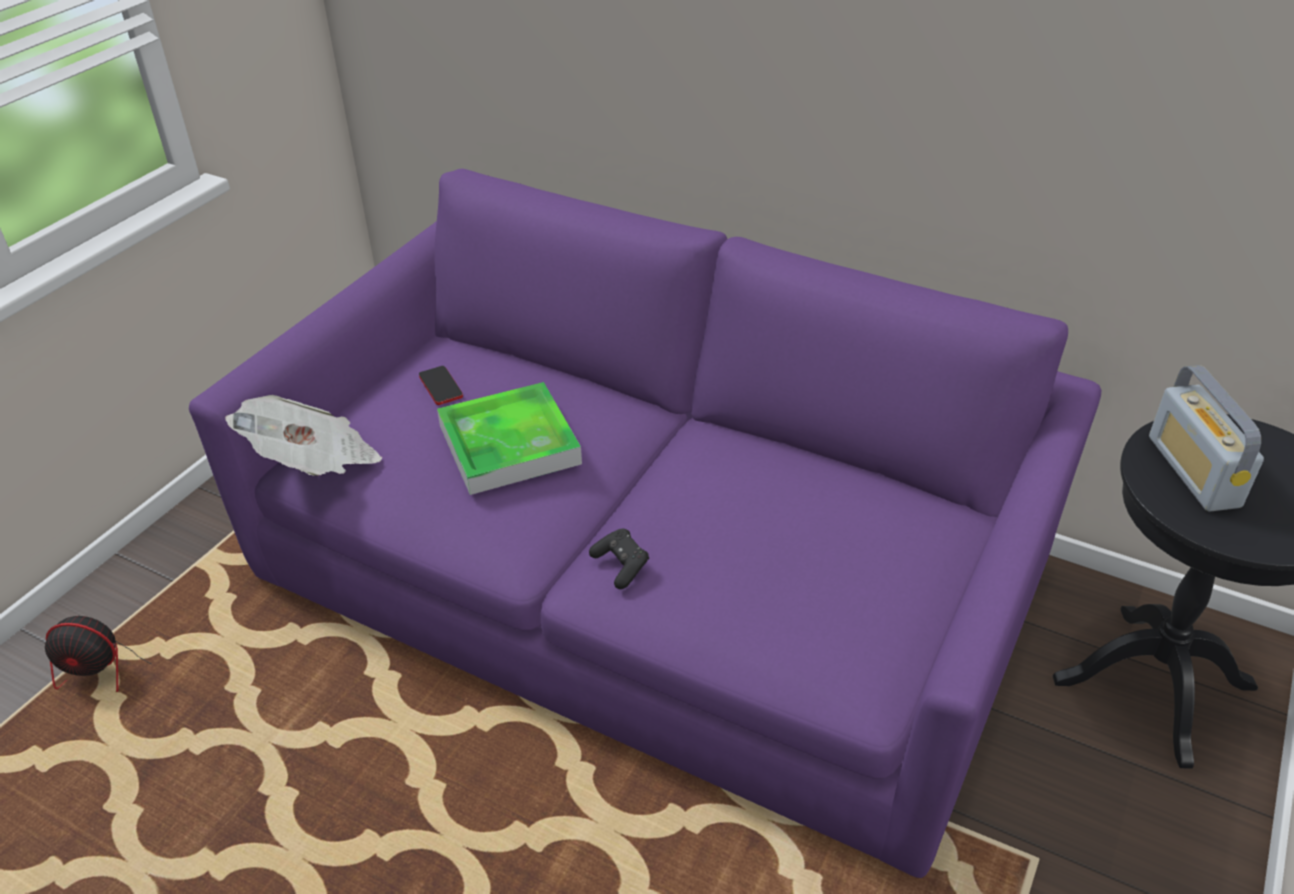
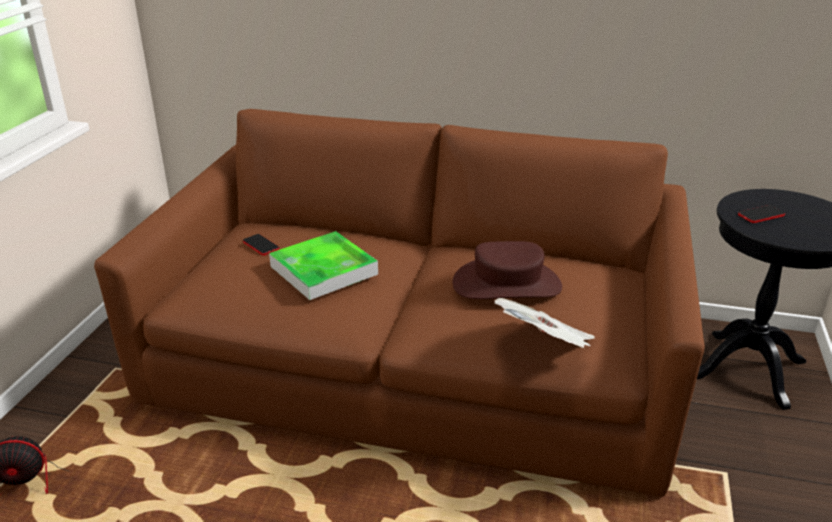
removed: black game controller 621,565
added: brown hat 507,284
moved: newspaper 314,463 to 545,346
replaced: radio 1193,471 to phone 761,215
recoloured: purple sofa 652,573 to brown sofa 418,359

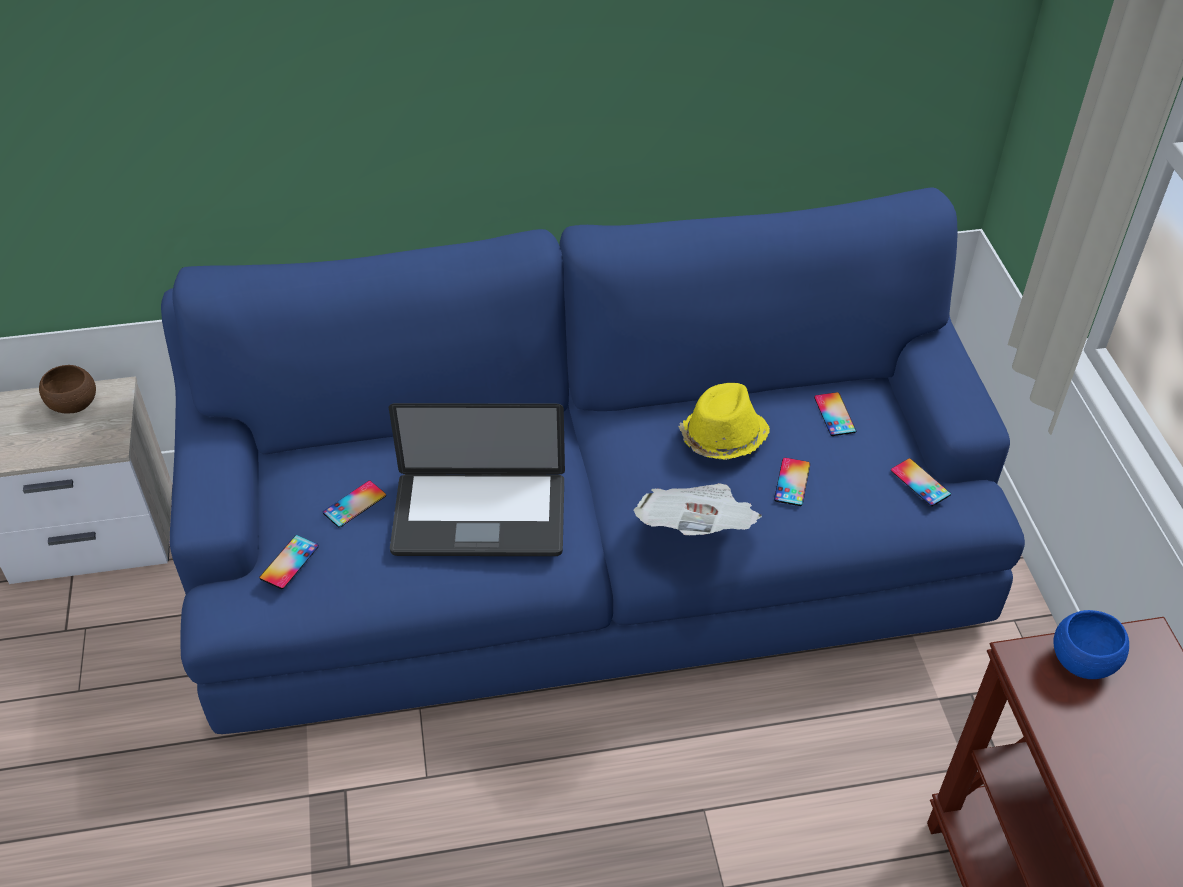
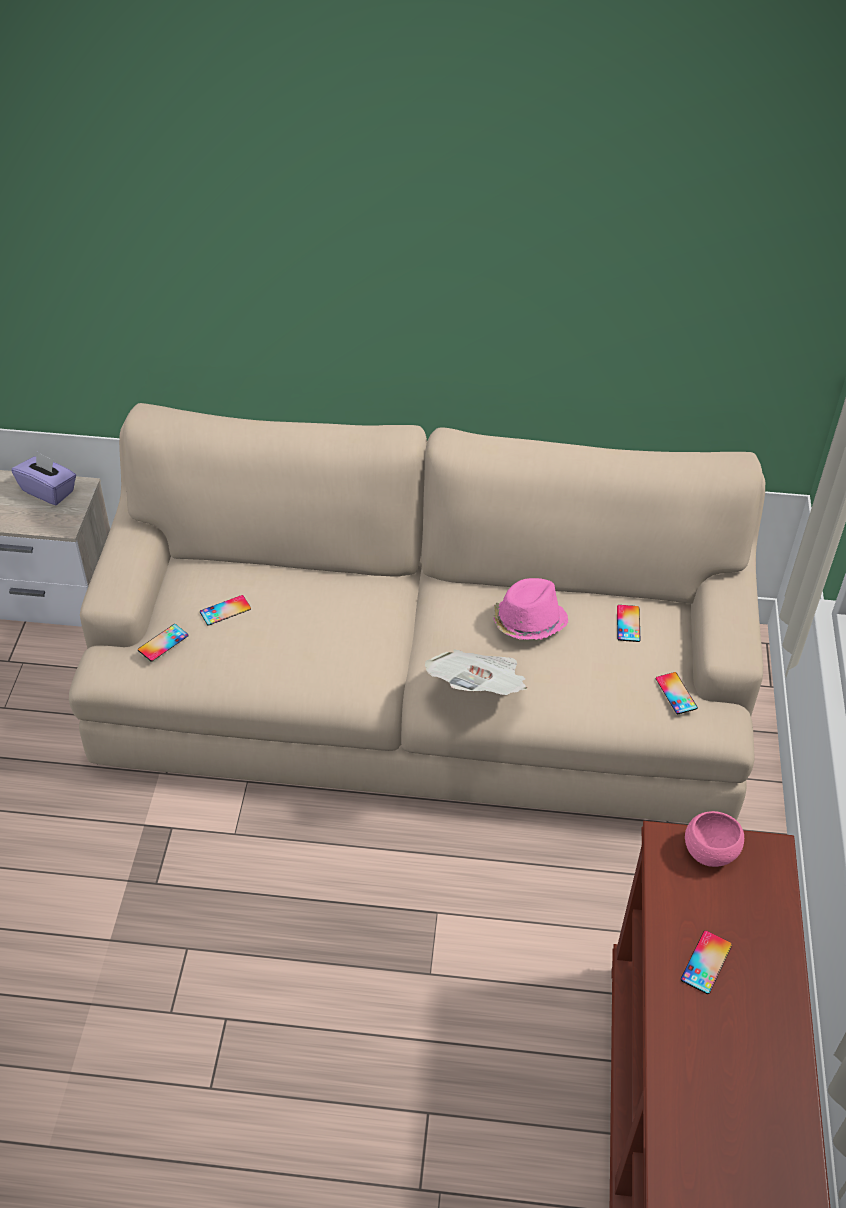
removed: laptop 479,517
moved: phone 792,482 to 706,962
replaced: brown bowl 74,405 to purple tissue box 49,491
recoloured: blue sofa 592,556 to beige sofa 421,697; yellow hat 722,438 to pink hat 528,622; blue bowl 1083,661 to pink bowl 710,852

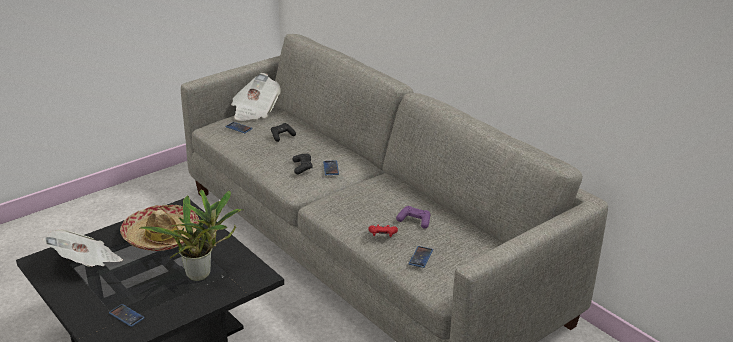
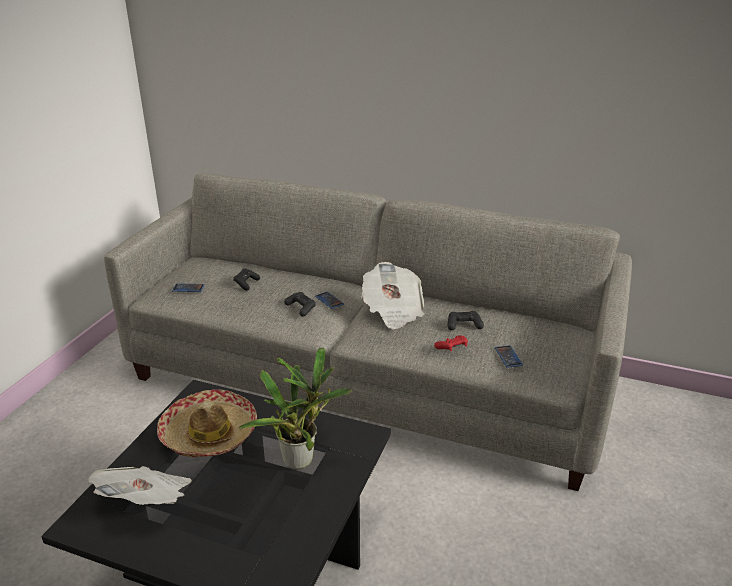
removed: phone 126,316
moved: newspaper 254,110 to 392,311
recoloured: purple game controller 414,221 to black game controller 464,325

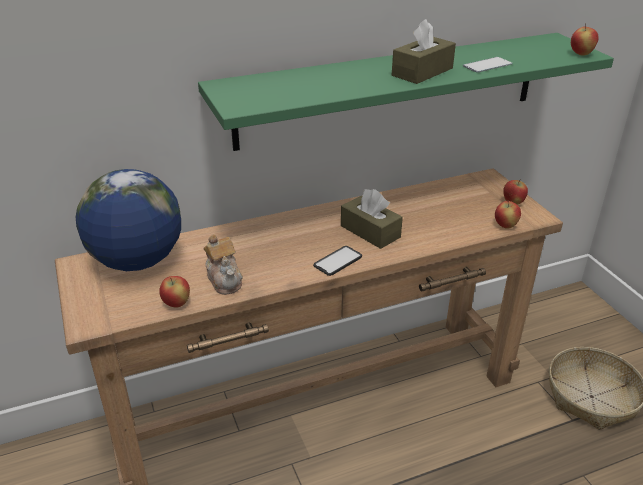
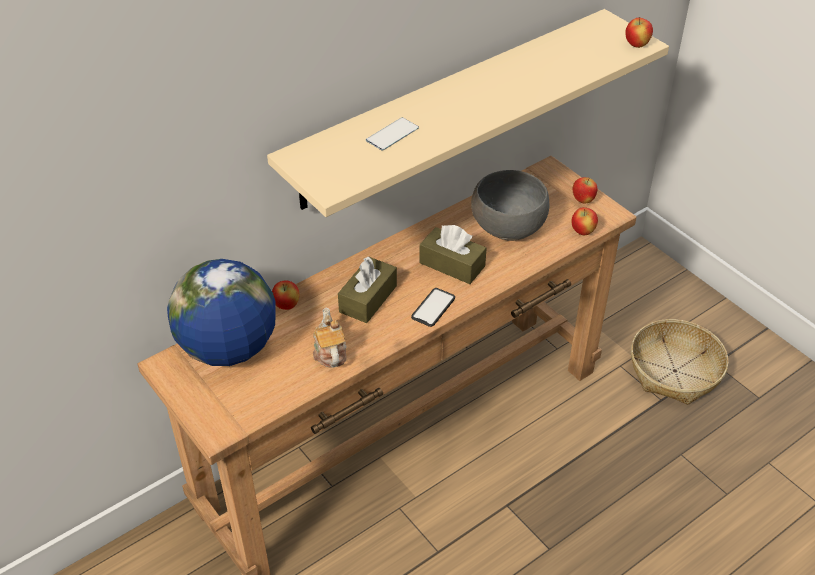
added: grey bowl 507,226
moved: apple 177,304 to 287,305; brown tissue box 422,72 to 368,299; phone 487,65 to 392,134
recoloured: green shelf 391,89 to beige shelf 449,108
turned: teapot 225,279 = 329,352 150 degrees counterclockwise

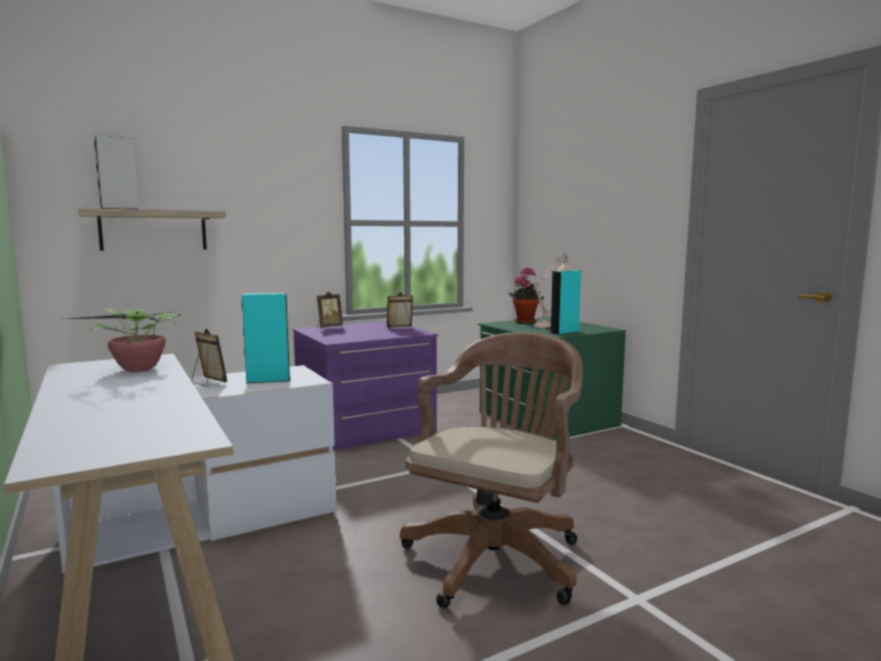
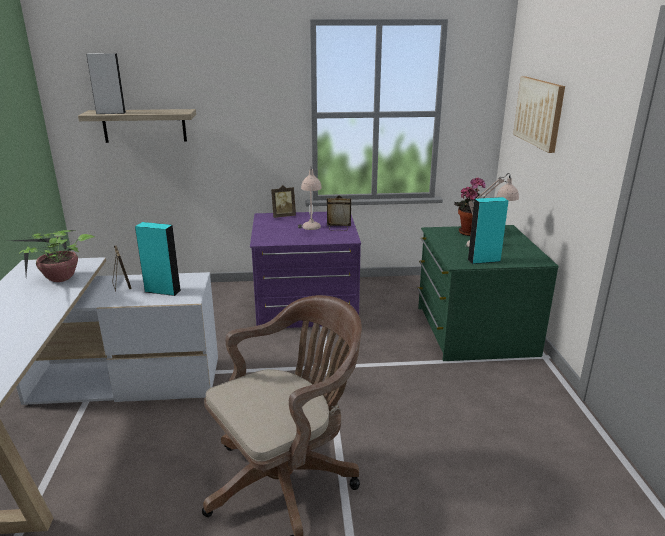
added: beige table lamp 311,230; picture 539,112

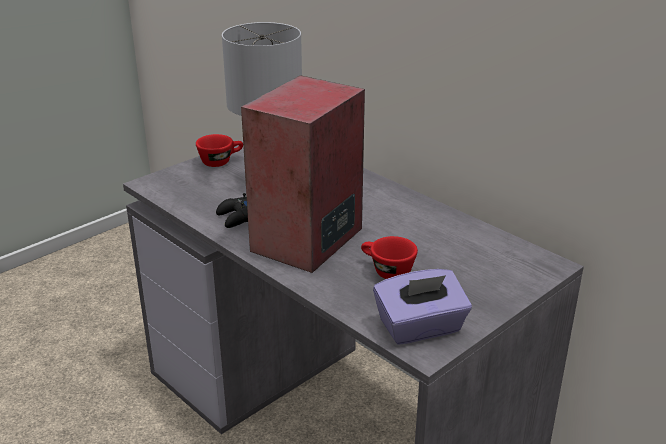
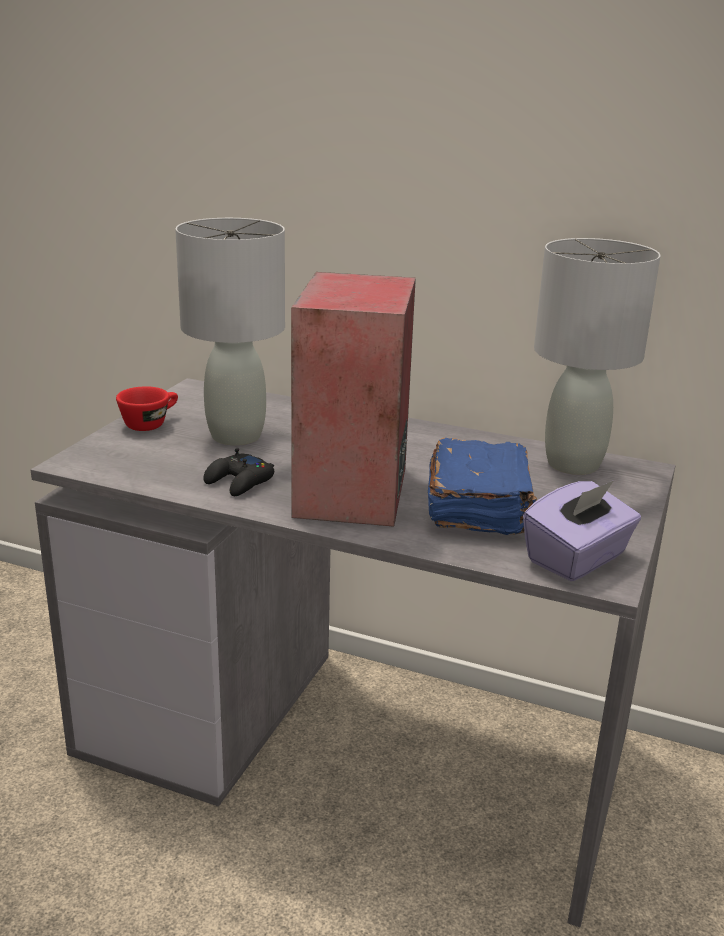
added: grey table lamp 572,464
replaced: red cup 386,271 to blue book 479,508

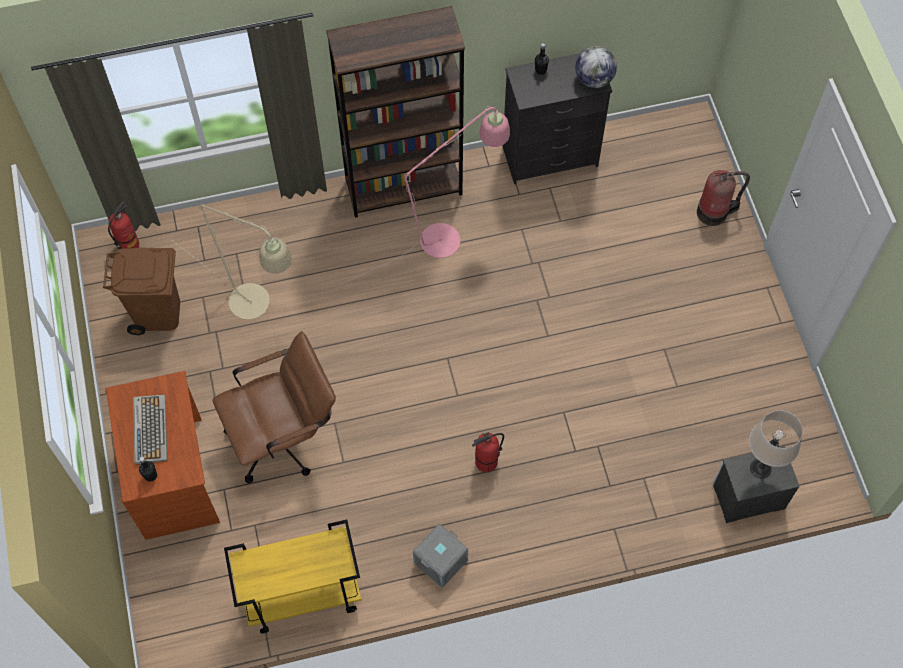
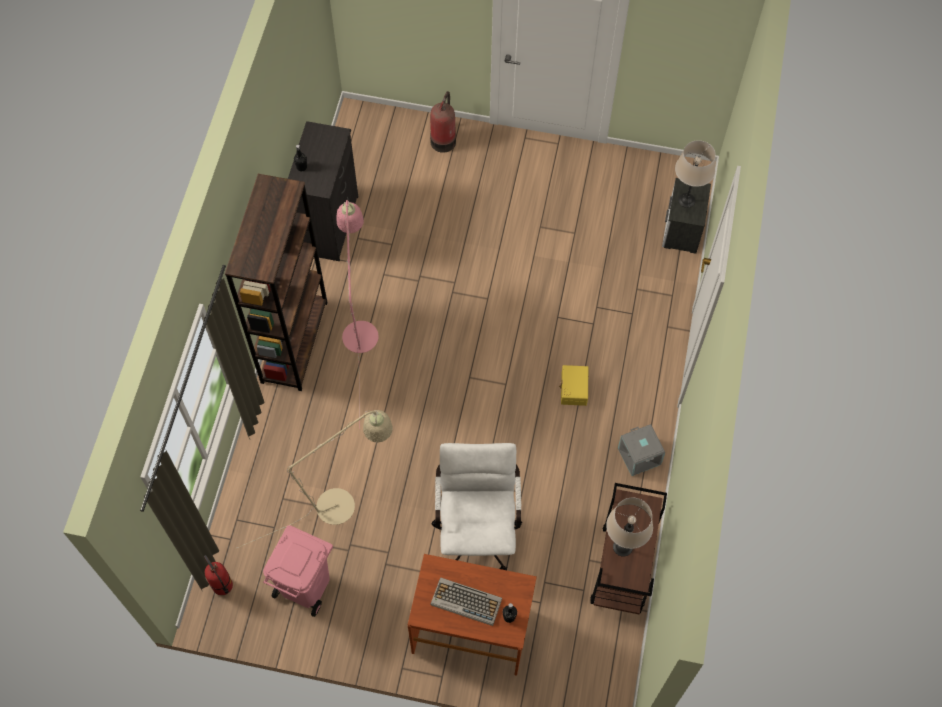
removed: globe 594,79
added: beige table lamp 622,546
replaced: fire extinguisher 486,462 to yellow storage box 573,388
recoloured: brown trash can 158,314 to pink trash can 306,586; brown office chair 284,437 to white office chair 477,528; yellow cart 302,596 to brown cart 622,570

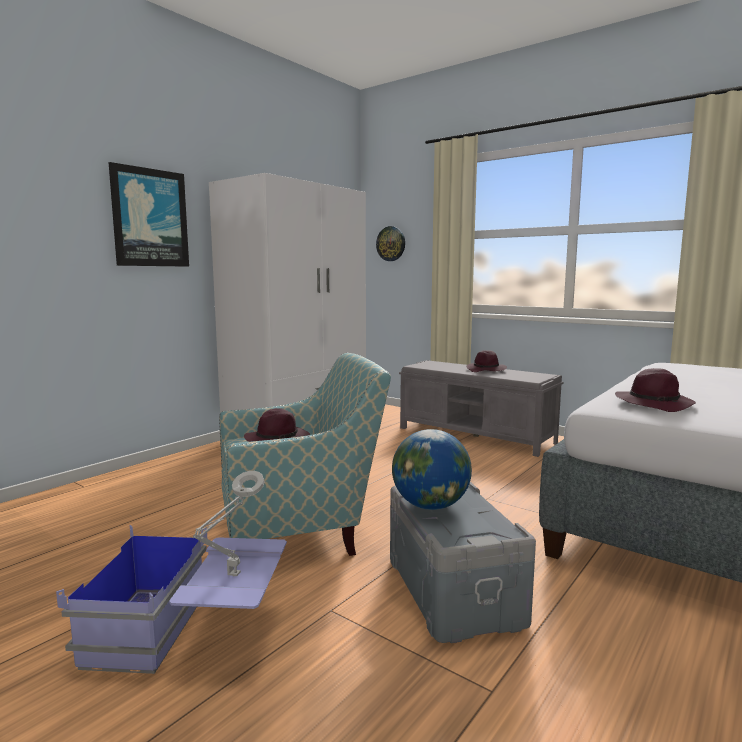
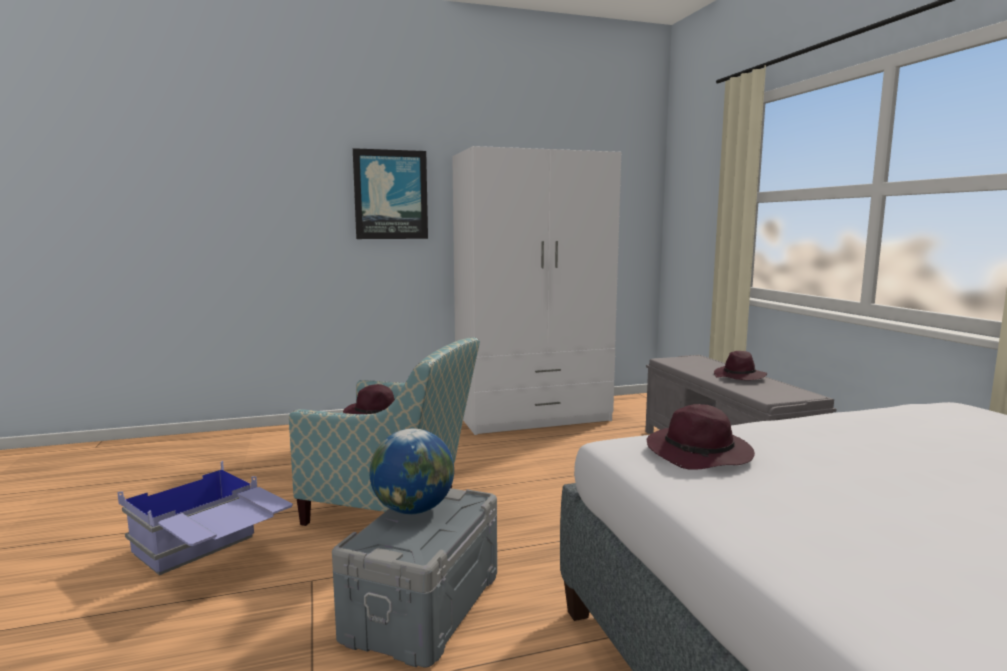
removed: grey table lamp 232,577; wall clock 391,243

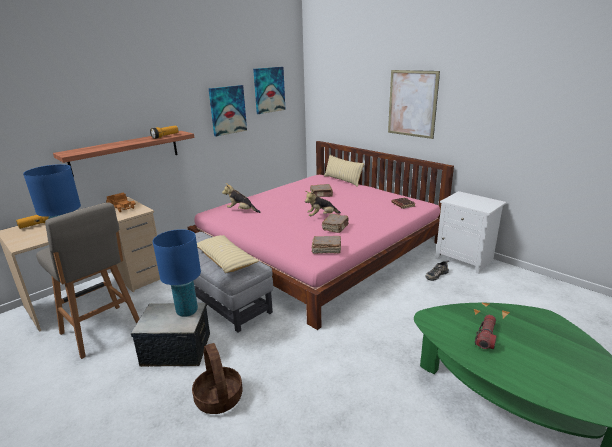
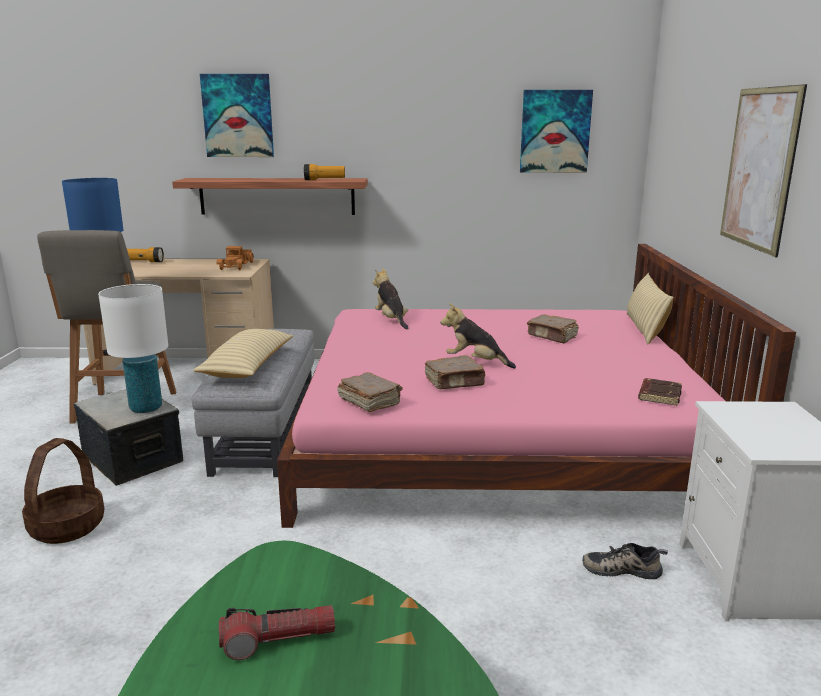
moved: picture 227,110 to 238,116
recoloured: blue table lamp 187,311 to white table lamp 145,408

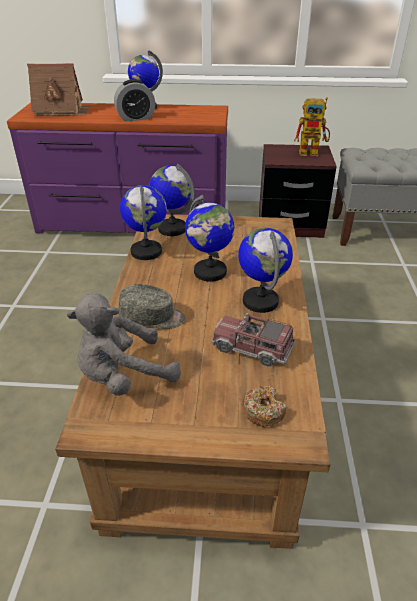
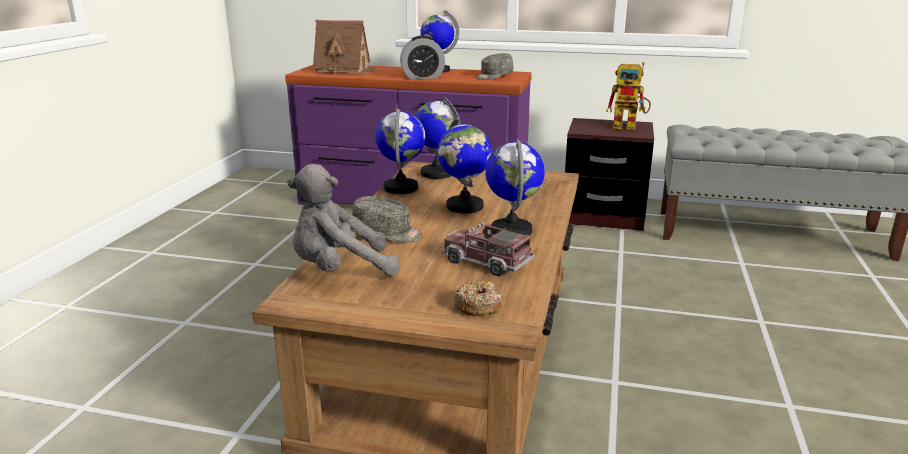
added: grey cap 494,76

